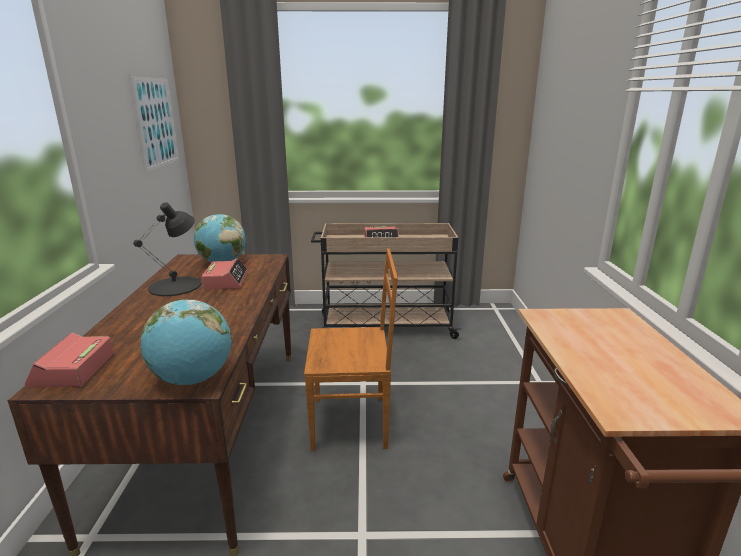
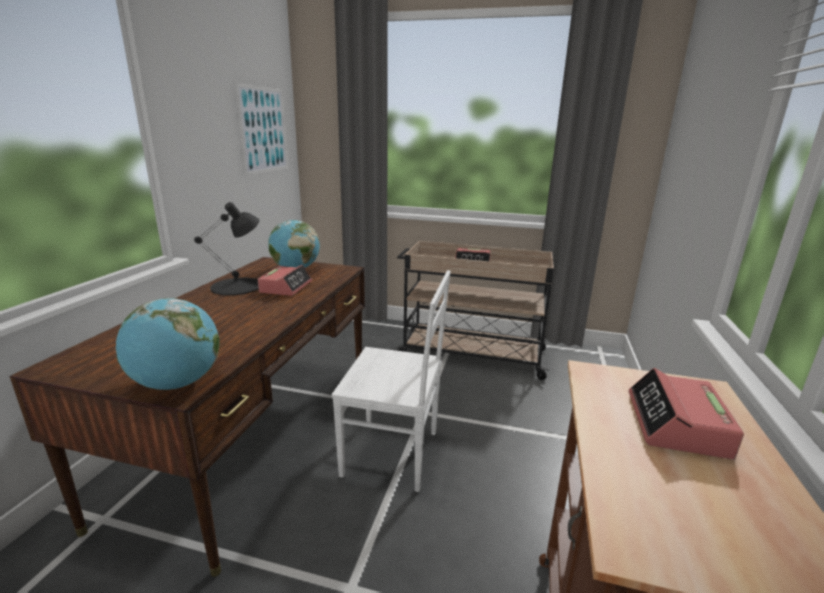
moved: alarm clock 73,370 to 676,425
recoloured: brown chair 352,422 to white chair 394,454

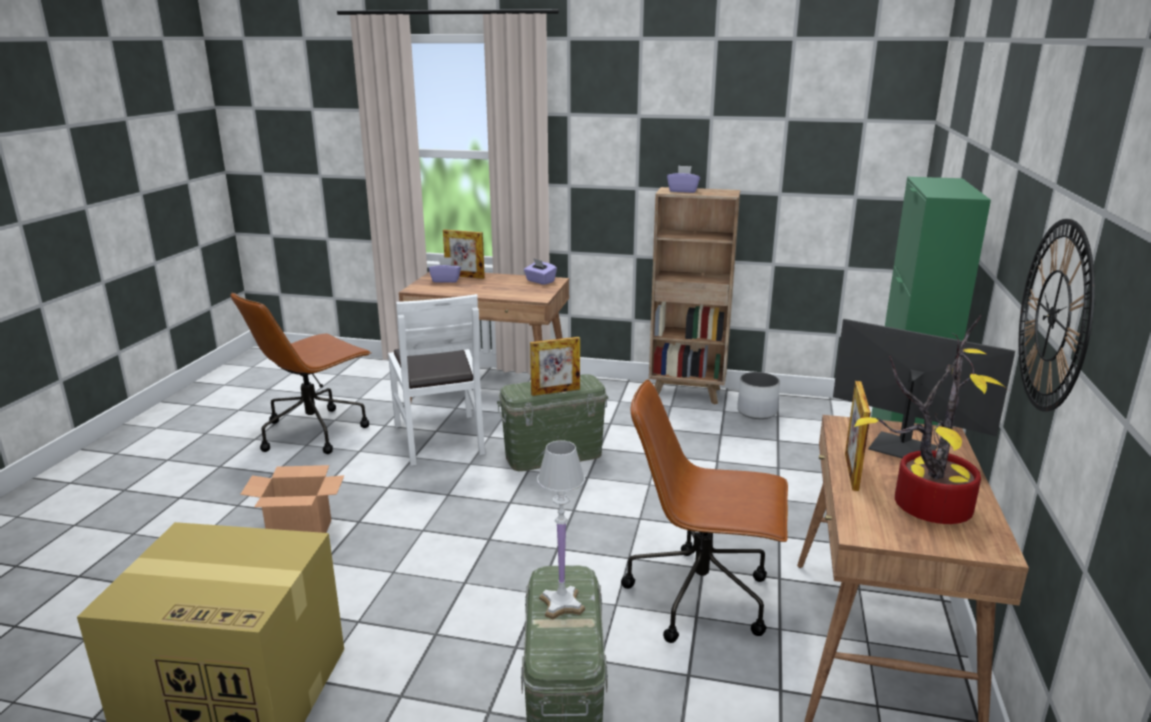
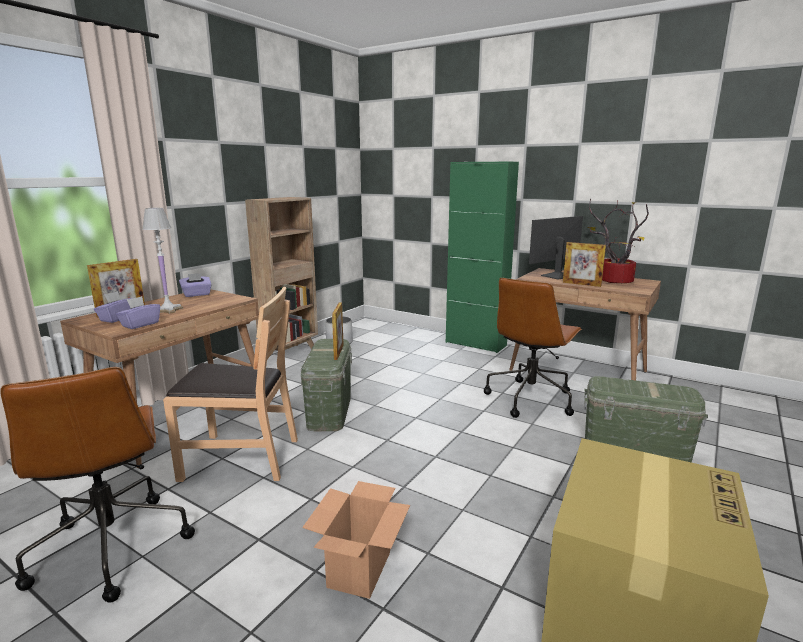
removed: wall clock 1053,316
moved: purple tissue box 683,191 to 140,324; white table lamp 561,603 to 168,310
recoloured: white chair 440,438 to brown chair 241,458

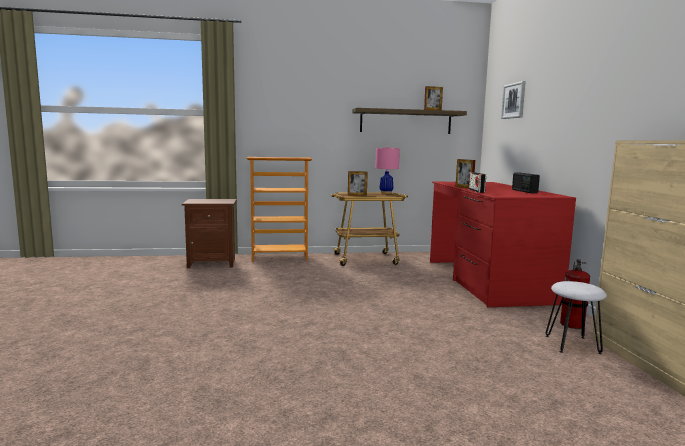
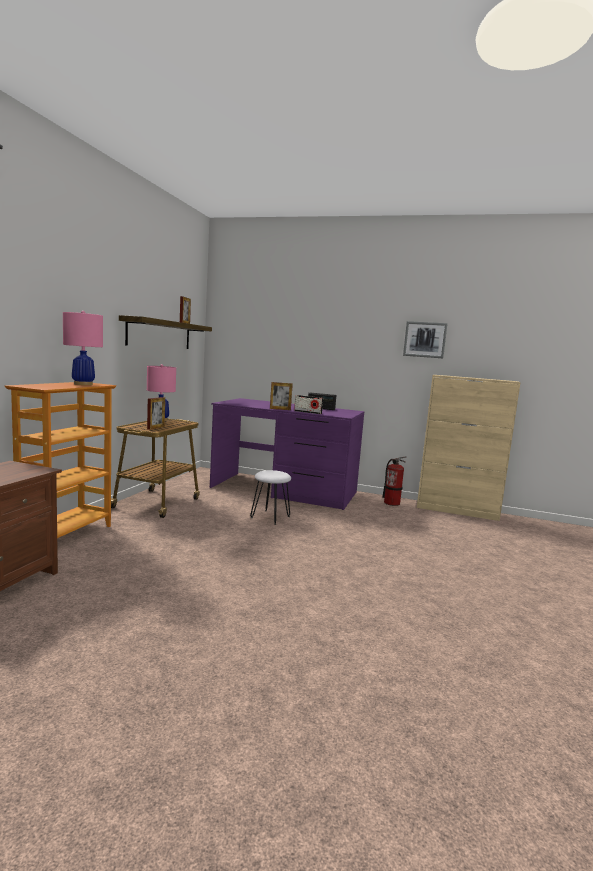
added: pink table lamp 83,384
moved: white stool 571,344 to 270,517; picture 514,101 to 425,339
recoloured: red desk 487,280 to purple desk 284,490

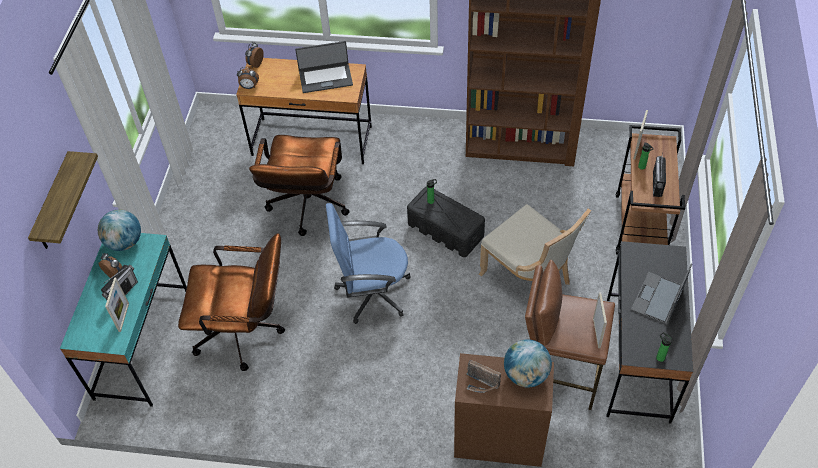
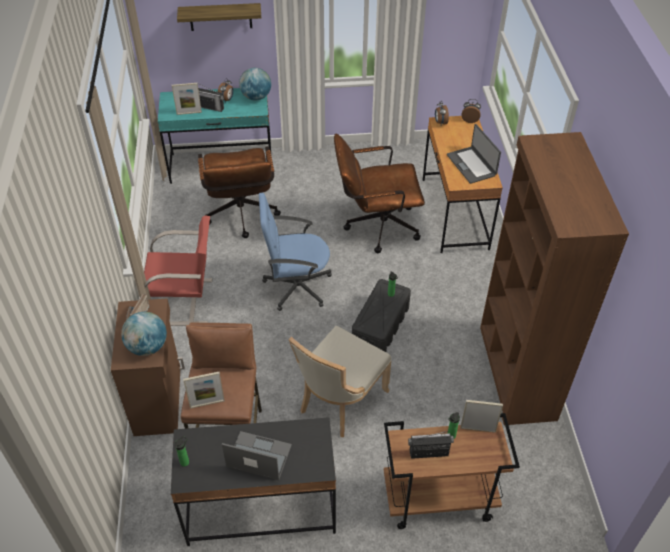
added: red chair 185,302
turned: blue office chair 372,292 = 296,286 75 degrees counterclockwise

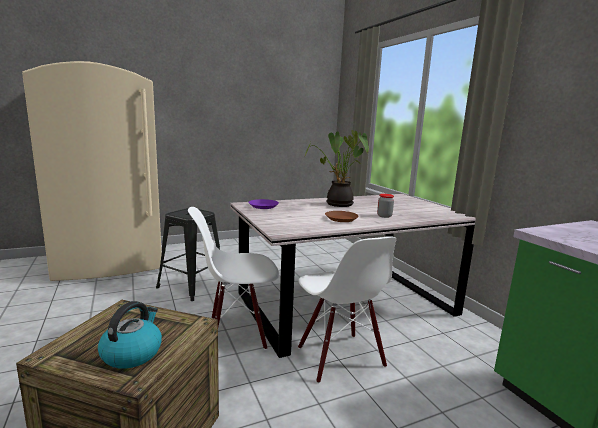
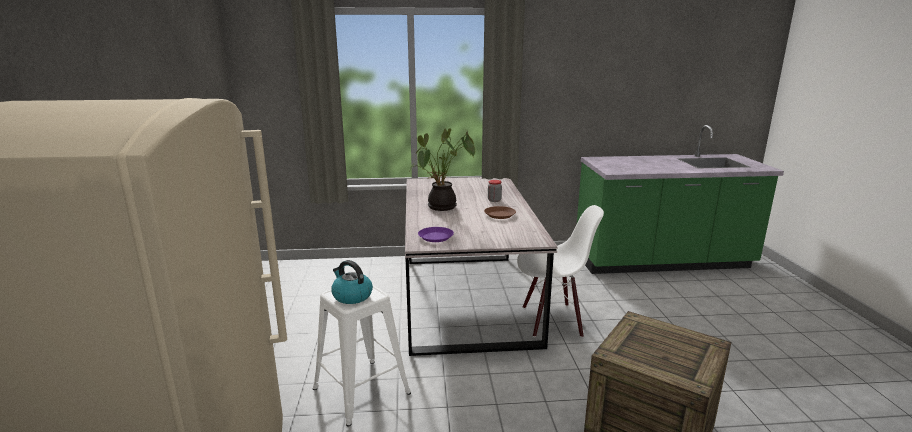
removed: white chair 236,333
moved: kettle 132,353 to 351,296
recoloured: black stool 192,284 to white stool 360,390

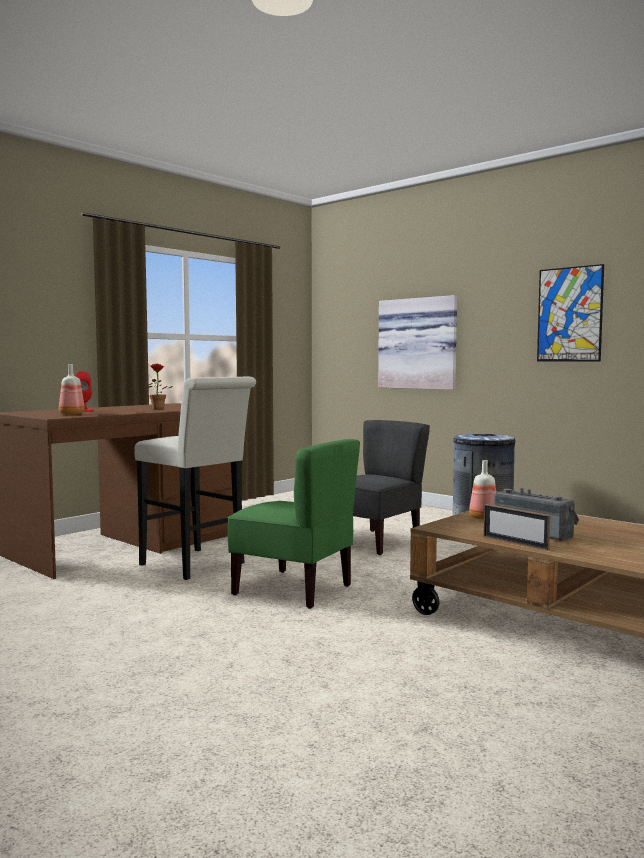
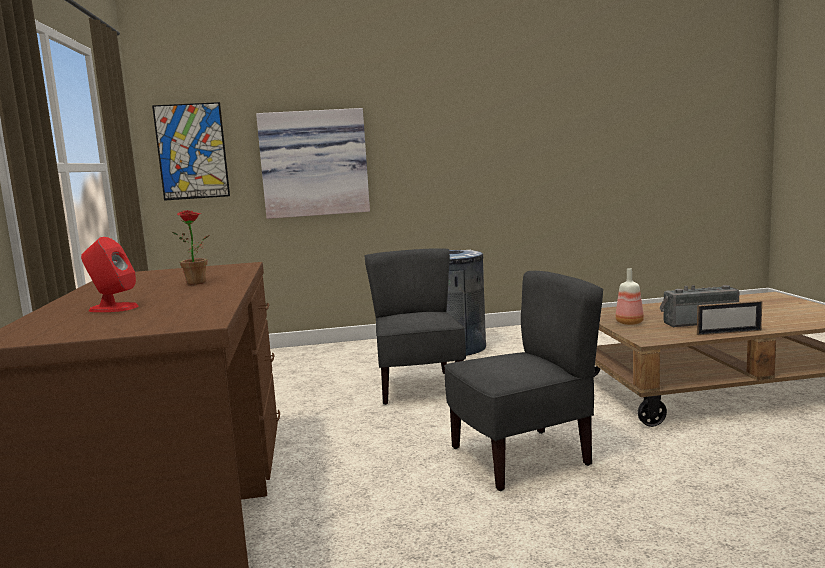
removed: bottle 71,414; white stool 197,565
moved: picture 569,314 to 192,151
recoloured: green chair 294,589 to grey chair 521,457

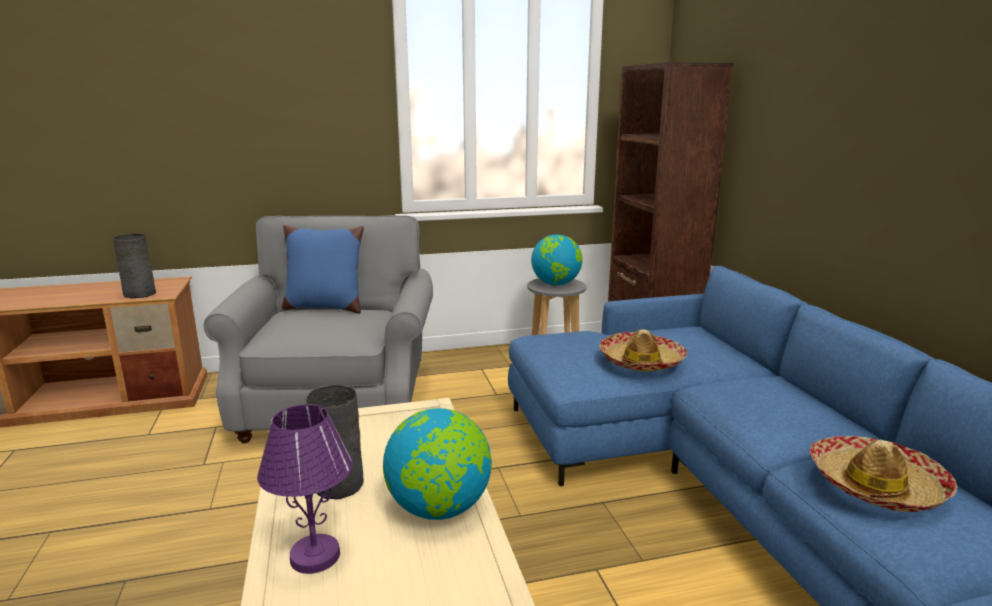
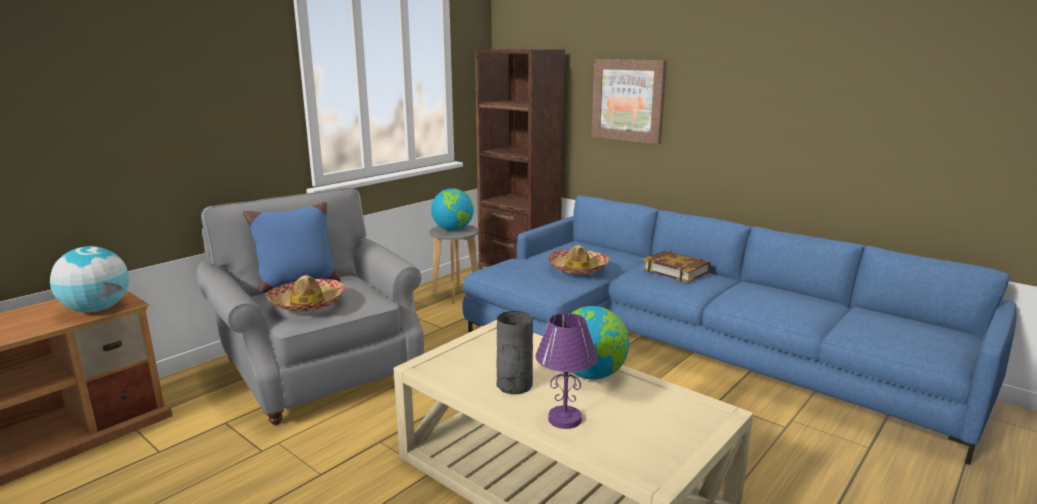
added: picture 628,100; book 676,270
moved: hat 876,485 to 308,303
replaced: grey vase 140,294 to globe 97,309

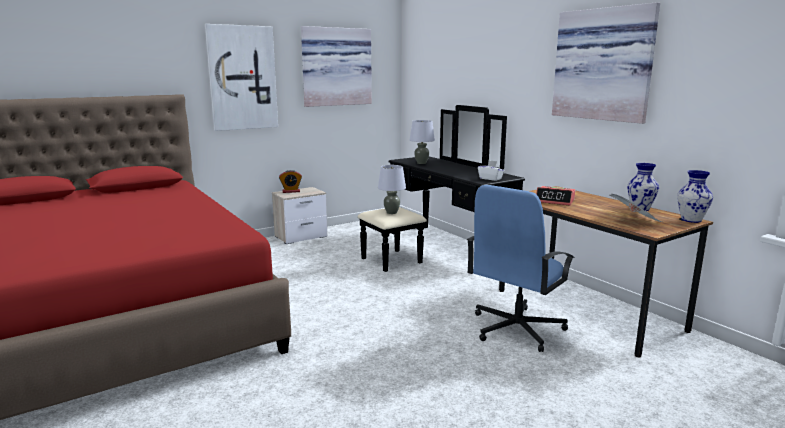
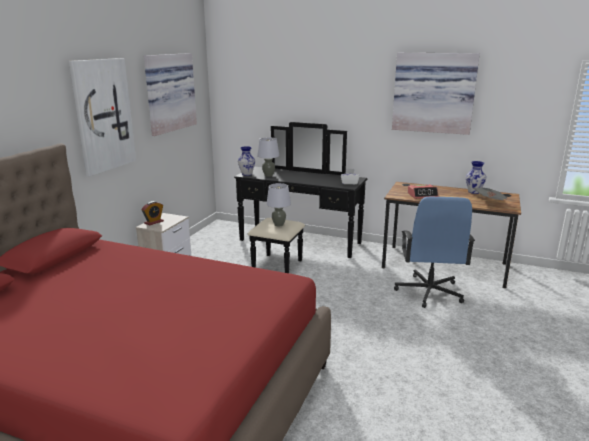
moved: vase 690,220 to 246,174

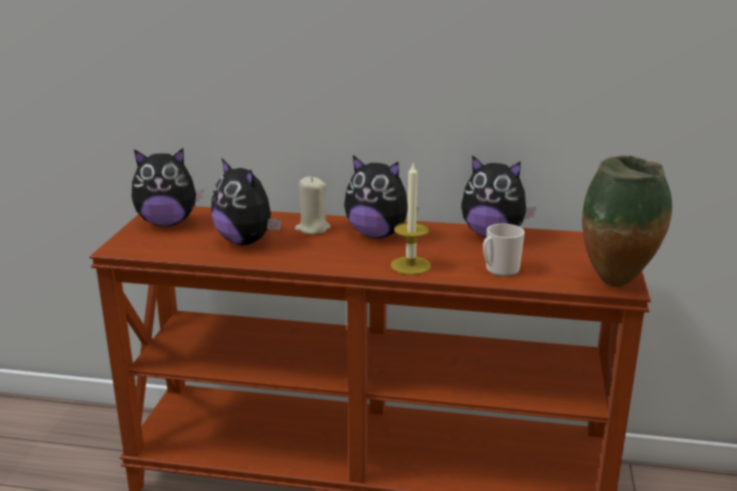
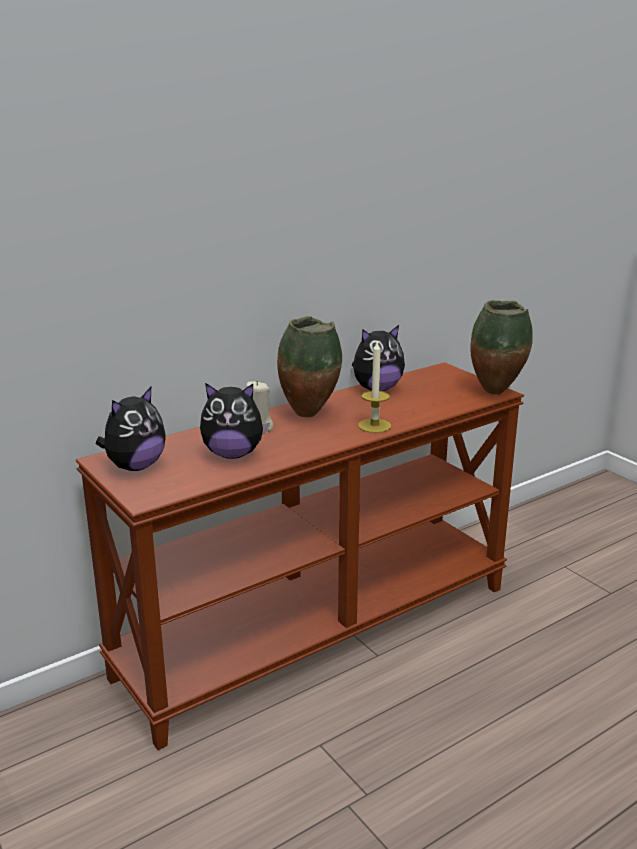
removed: mug 499,270
replaced: plush toy 377,234 to vase 310,415

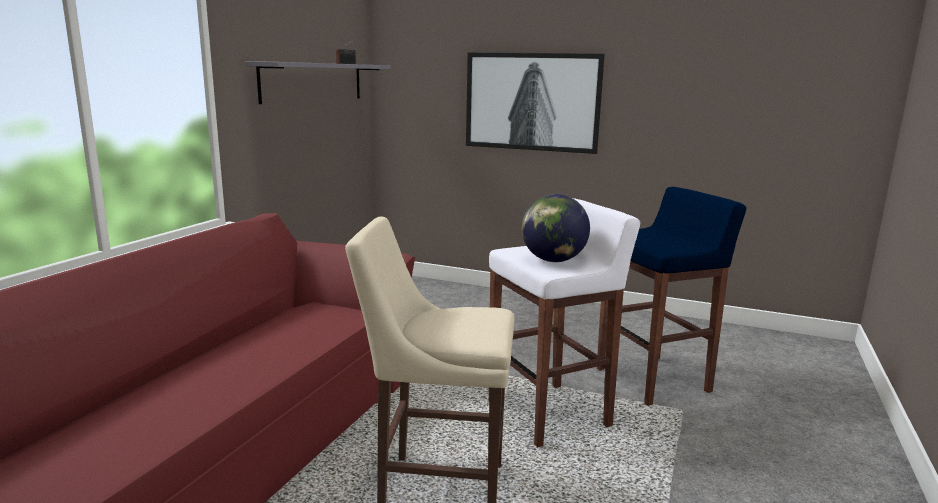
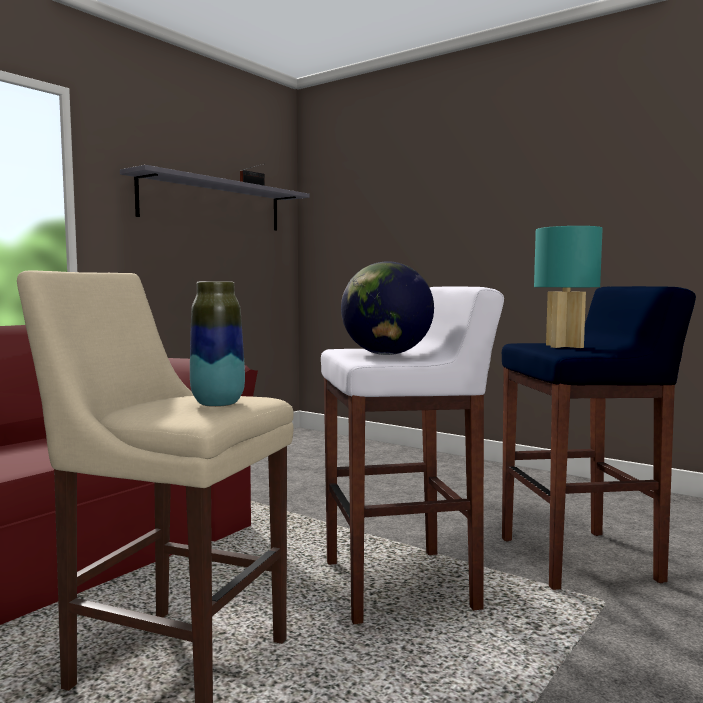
removed: picture 532,102
added: vase 218,404; turquoise table lamp 565,346

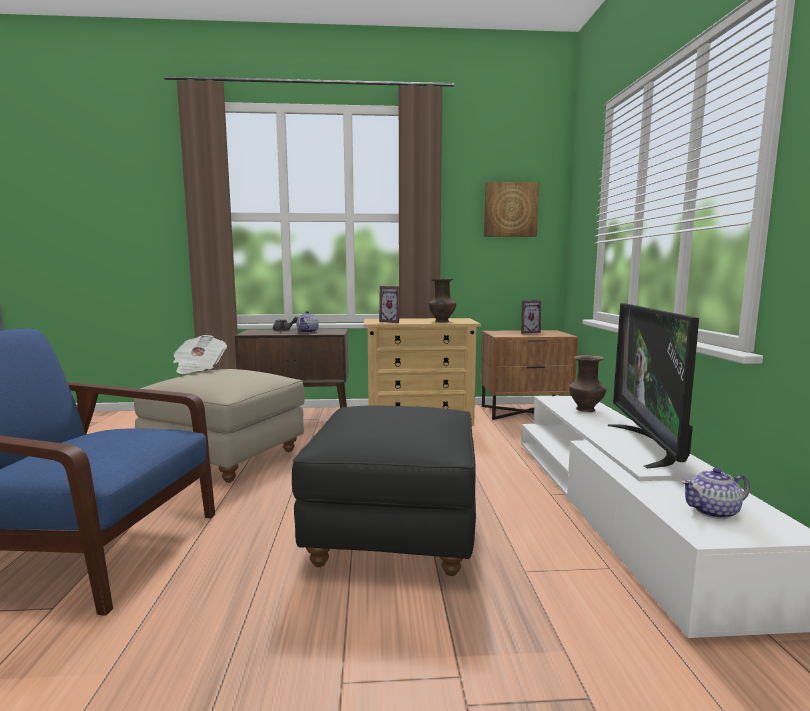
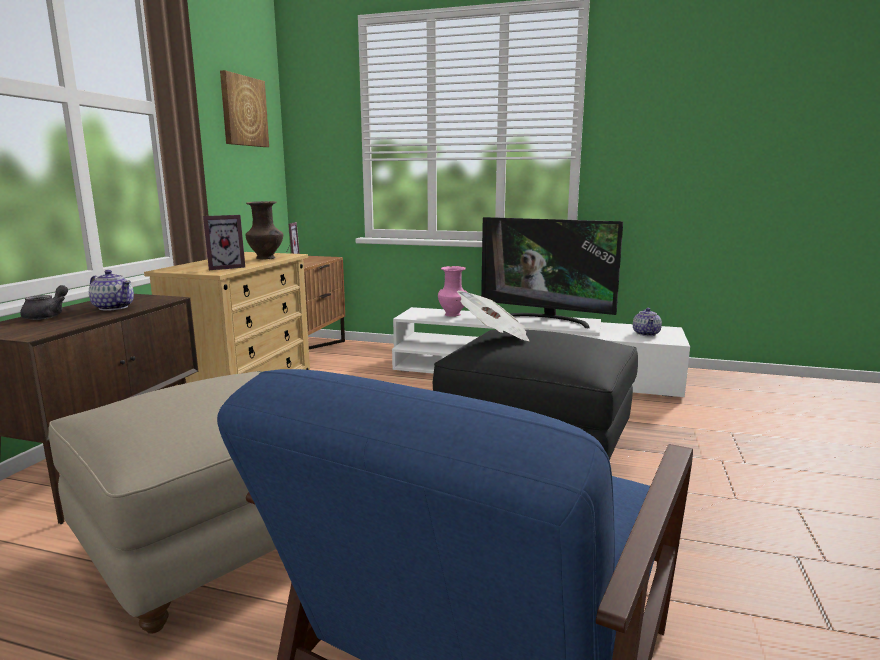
moved: newspaper 199,368 to 494,335
recoloured: brown vase 586,410 to pink vase 453,315

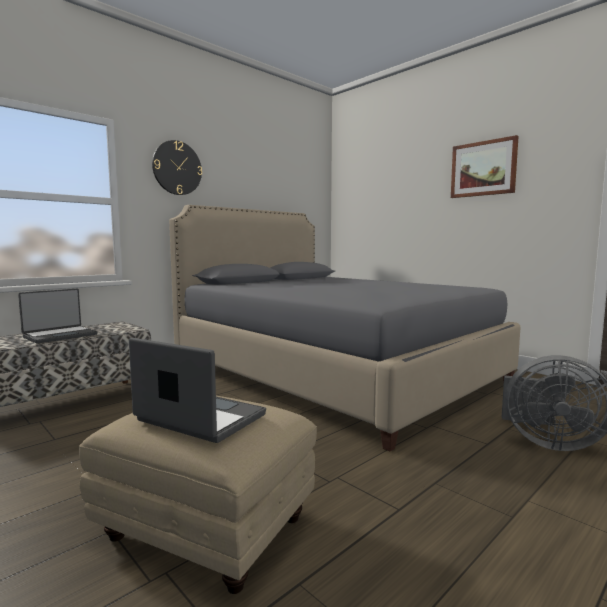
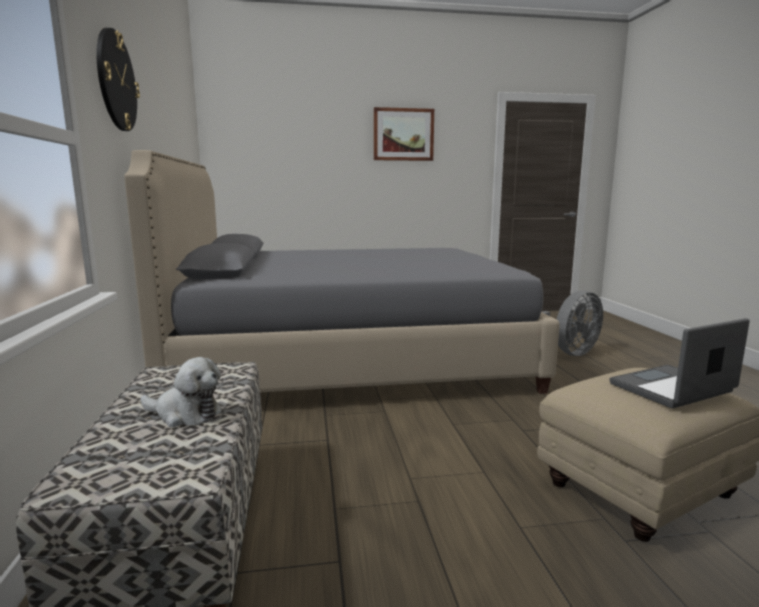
replaced: laptop 60,336 to plush toy 185,414

